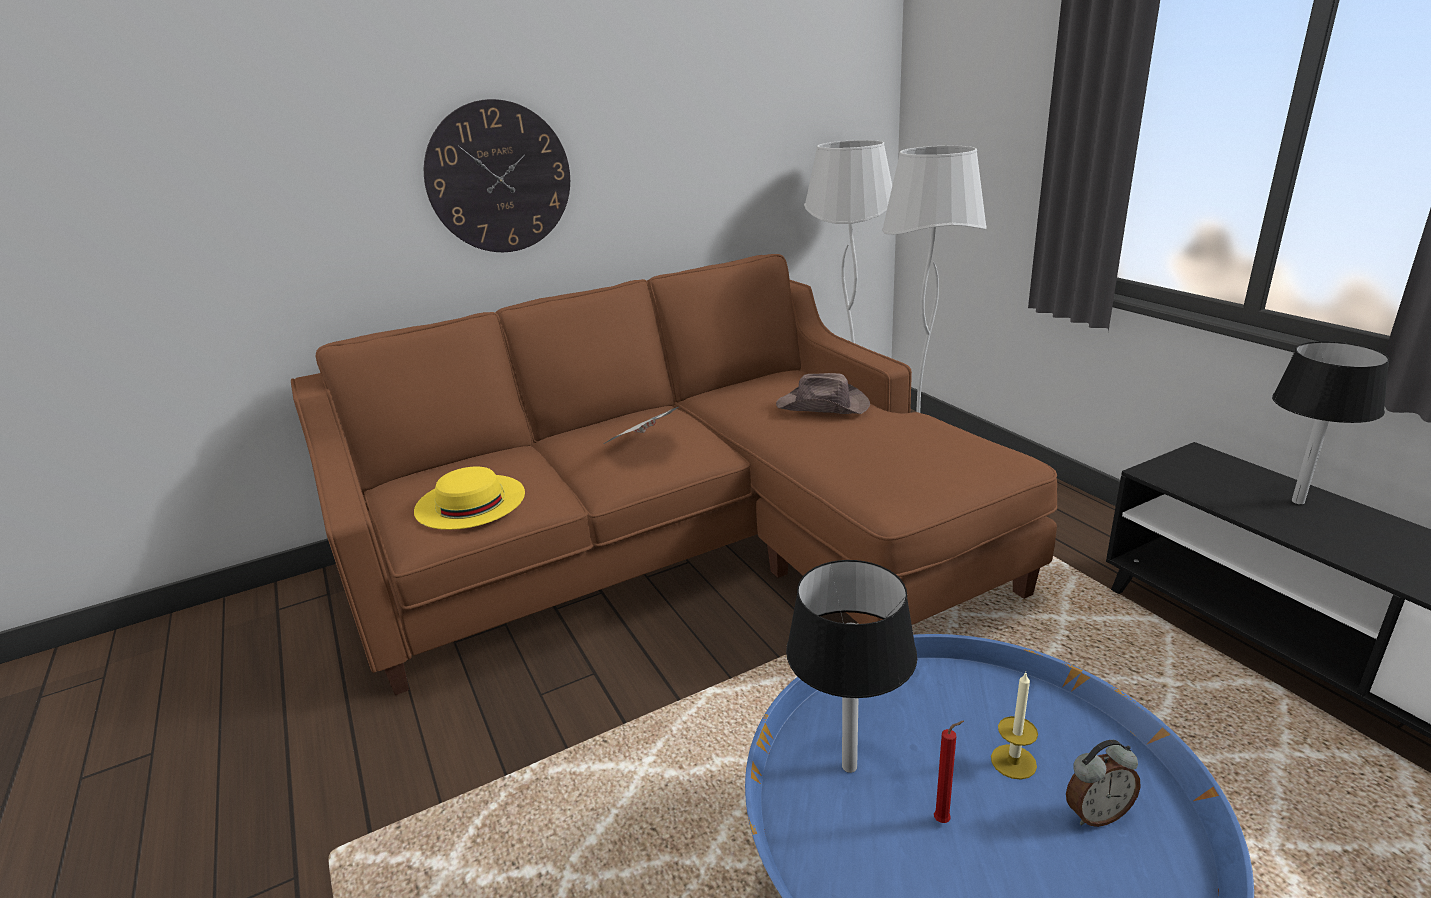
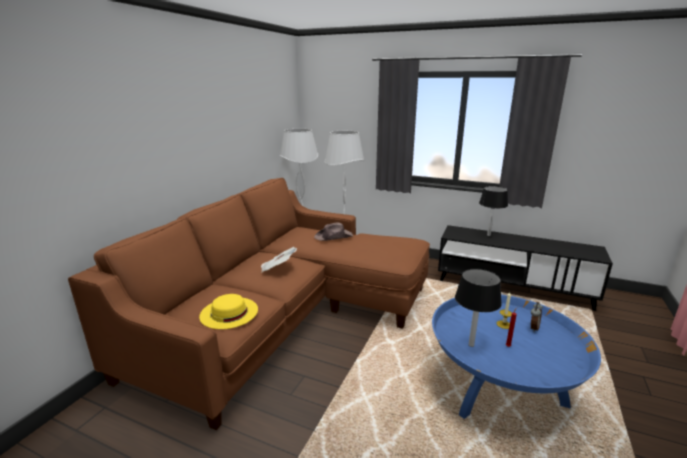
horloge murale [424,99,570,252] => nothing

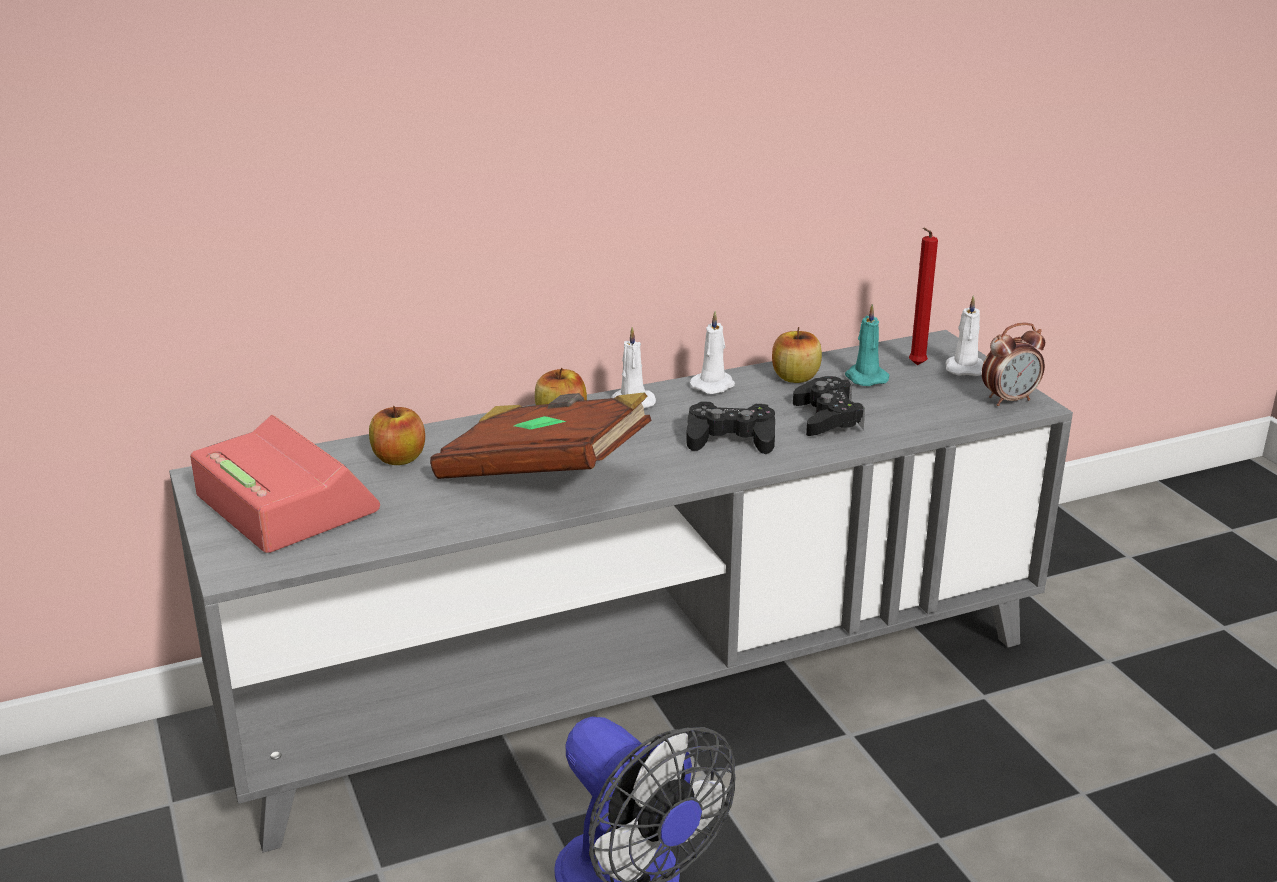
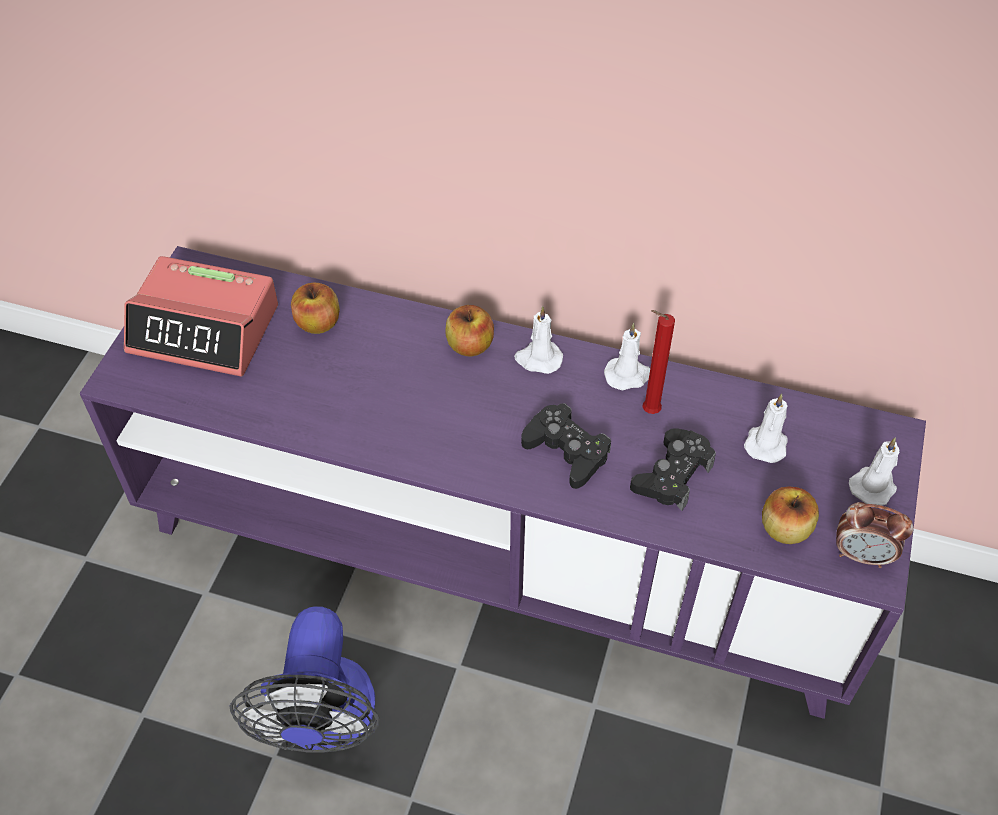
meuble télé [gris] [169,330,1073,853] => meuble télé [violet] [80,246,926,719]
réveil [190,415,380,553] => réveil [124,256,278,377], 105 degrees clockwise
bougie [rouge] [909,227,938,365] => bougie [rouge] [642,310,675,414], relocated
bougie [turquoise] [845,304,889,386] => bougie [blanc] [744,394,788,463]
pomme [772,327,822,383] => pomme [762,487,819,544], relocated
livre [marron] [430,392,652,479] => nothing

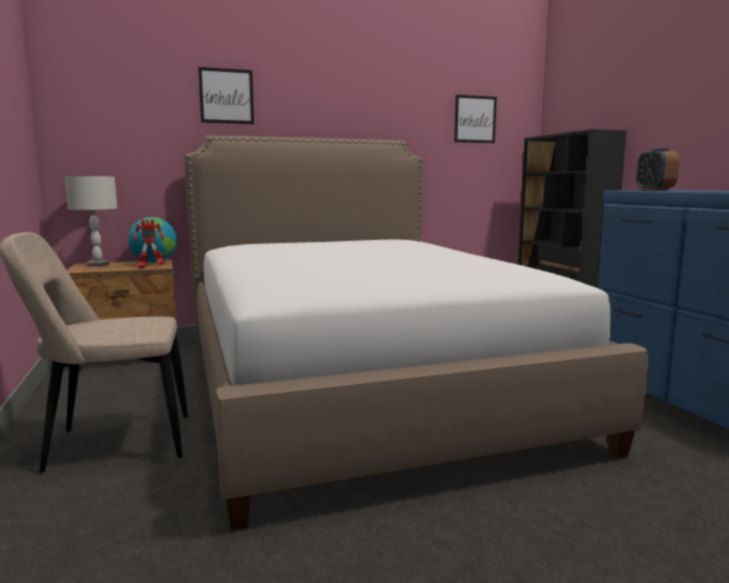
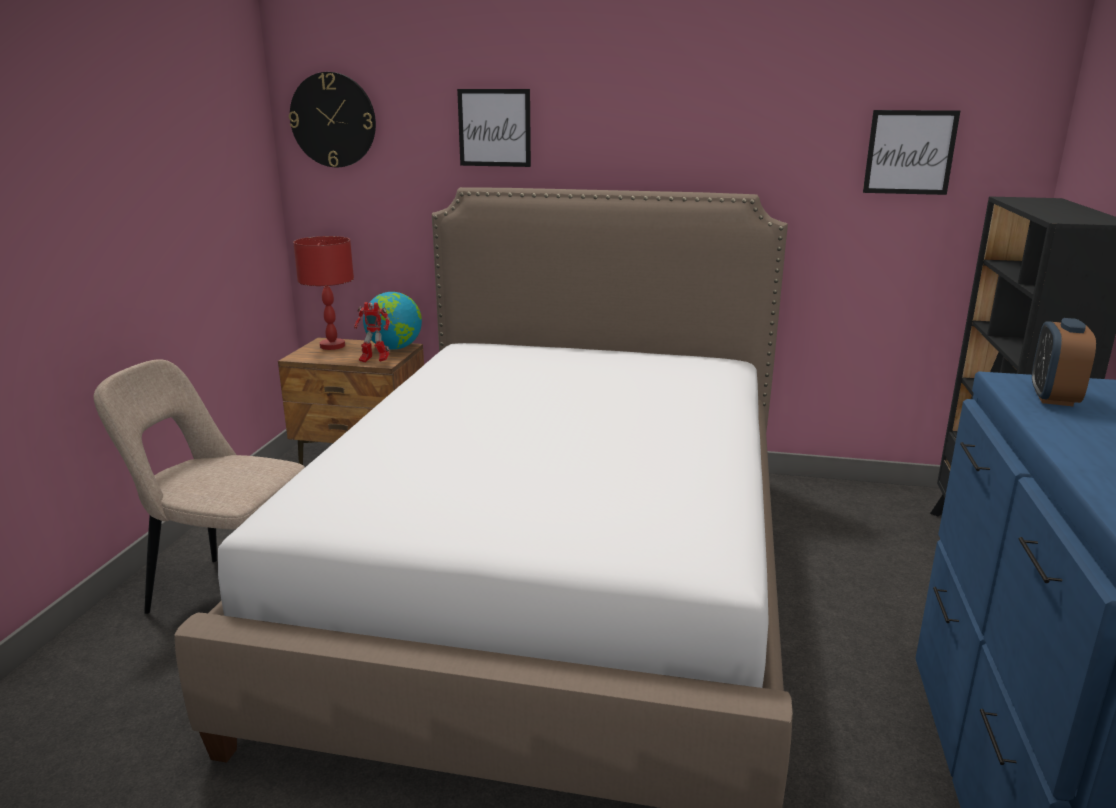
nothing => horloge murale [289,72,376,167]
lampe de table [gris] [65,176,117,267] => lampe de table [rouge] [293,236,354,350]

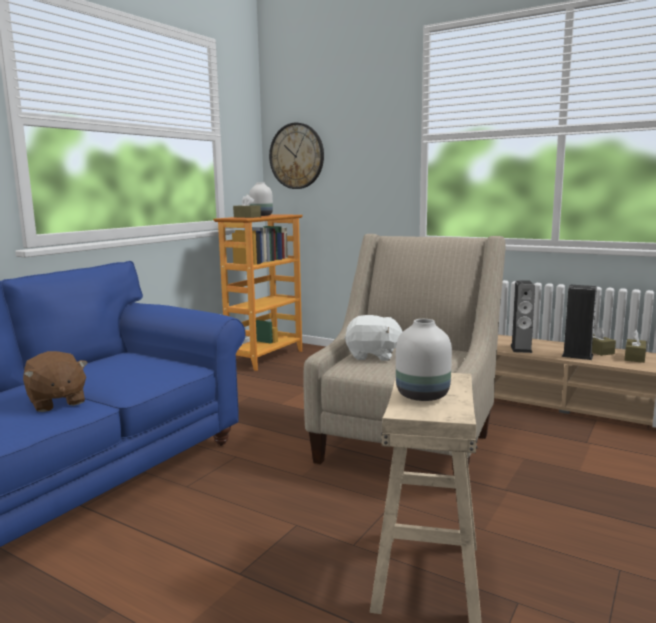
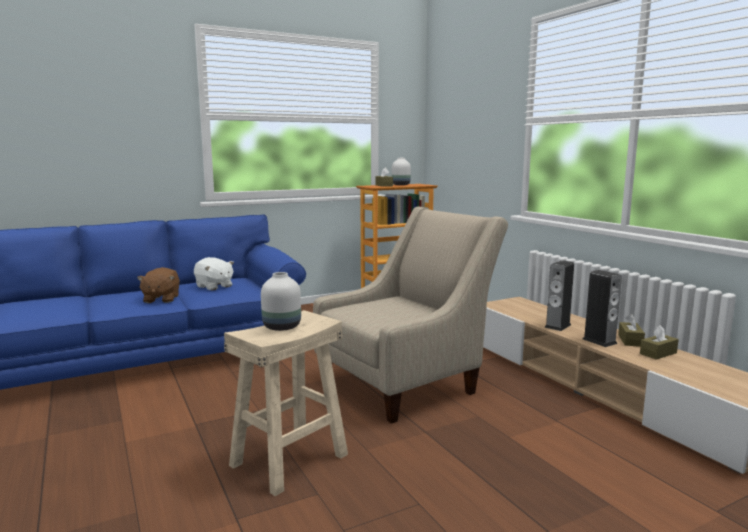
peluche [blanc] [344,315,403,361] => peluche [blanc] [194,257,234,291], relocated
horloge murale [269,123,324,189] => nothing

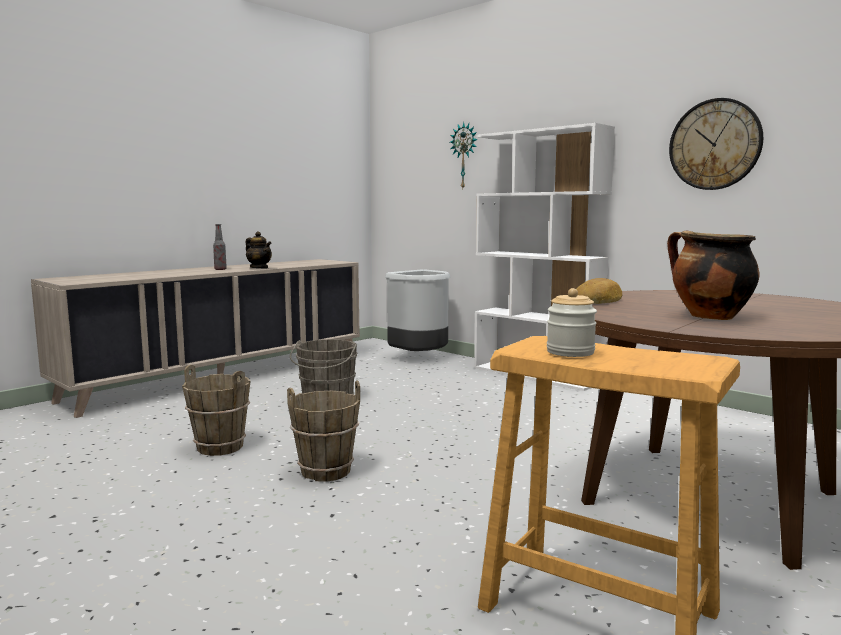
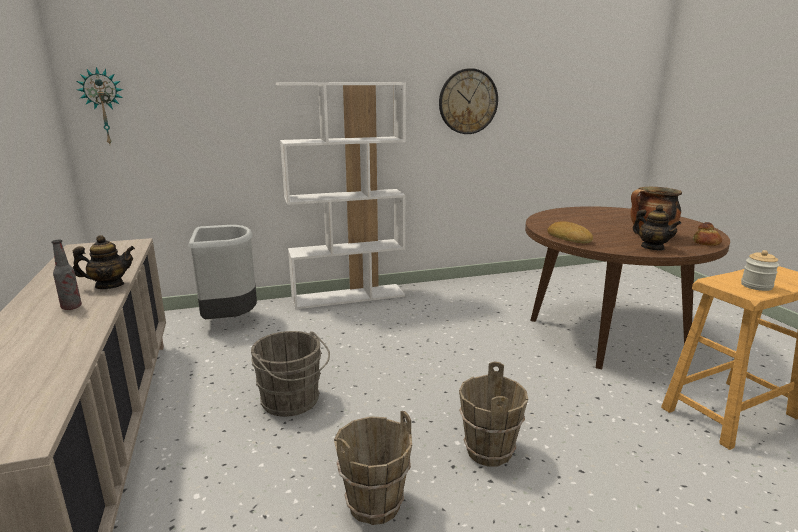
horloge murale [450,122,478,188] => horloge murale [77,67,123,144], relocated
nothing => théière [633,205,681,250]
nothing => pain [693,222,722,246]

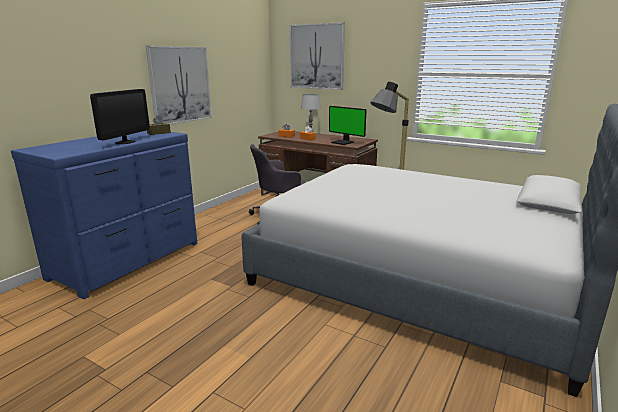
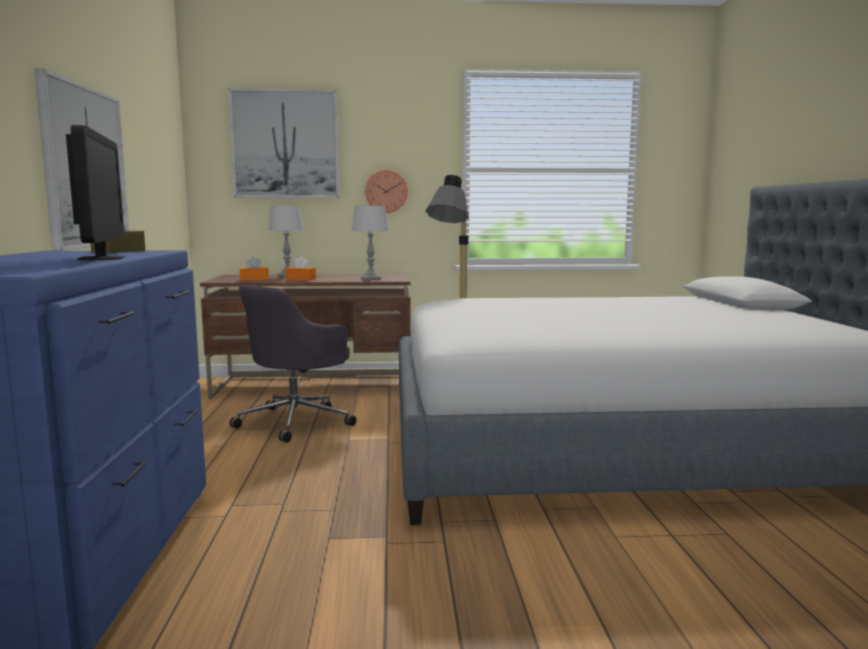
écran d'ordinateur [329,106,367,145] => lampe de table [gris] [352,206,389,280]
nothing => horloge murale [365,170,408,213]

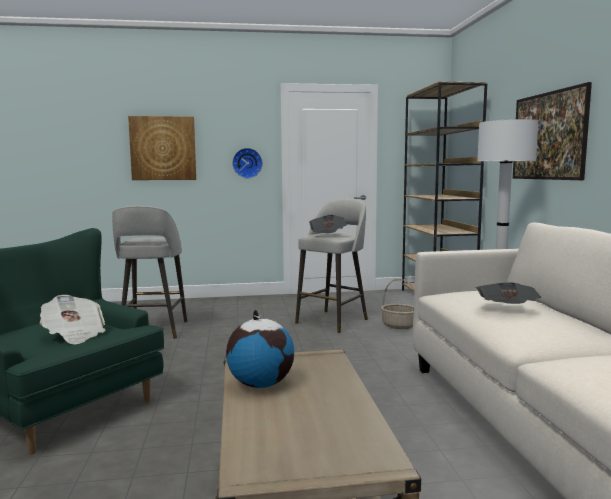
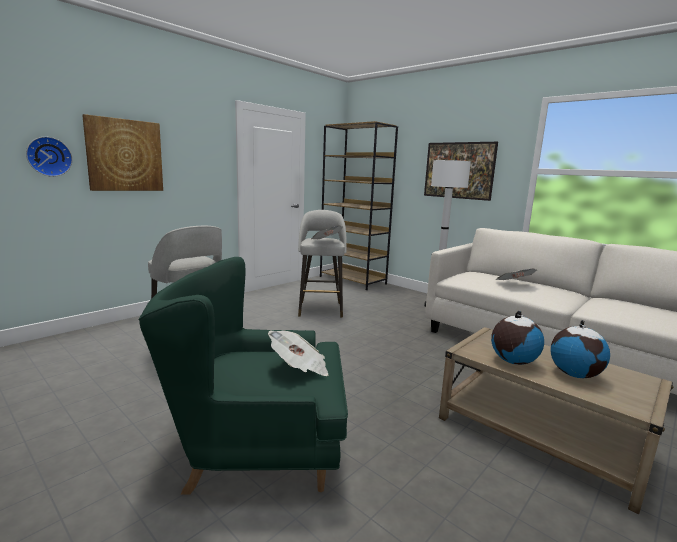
horloge murale [232,148,263,179] => horloge murale [26,137,73,177], relocated
nothing => globe [550,320,610,378]
panier [381,279,414,329] => nothing

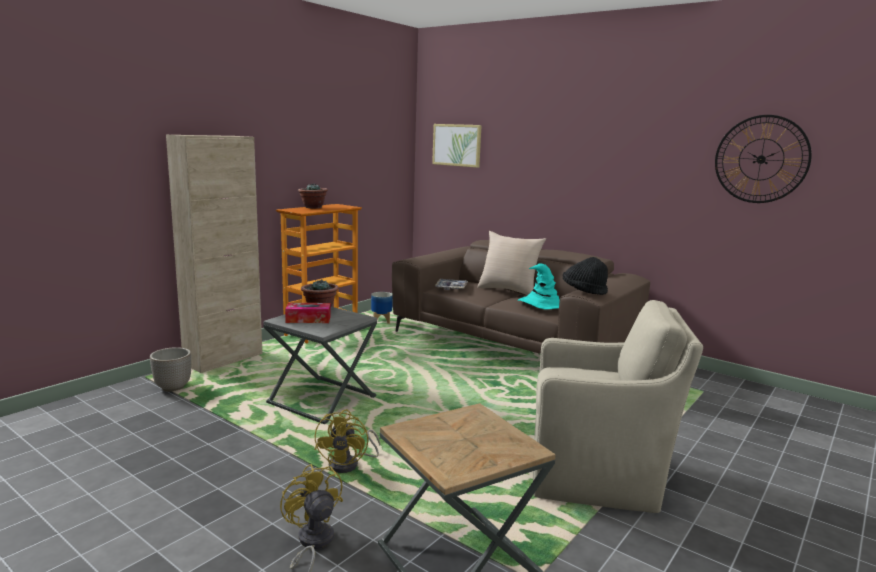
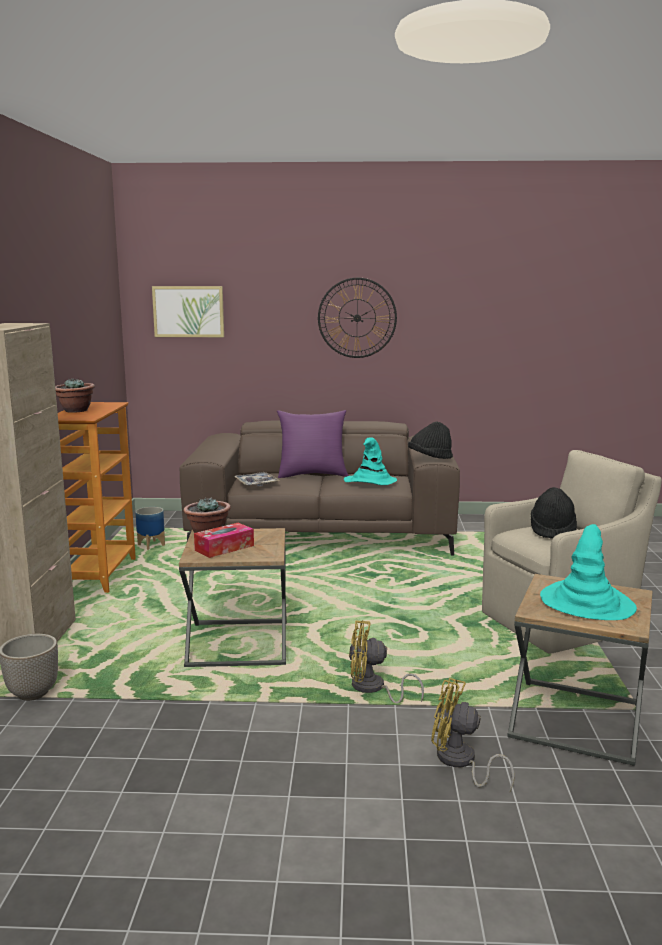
table d'appoint [gris] [263,307,377,424] => table d'appoint [marron] [179,528,287,667]
coussin [beige] [477,231,546,295] => coussin [violet] [277,410,349,478]
horloge murale [715,115,812,203] => horloge murale [318,278,397,358], relocated
ventilateur [jaune] [314,409,380,473] => ventilateur [jaune] [349,620,424,703], 120 degrees clockwise
nothing => chapeau [noir] [531,487,577,539]
nothing => chapeau [turquoise] [540,524,637,620]

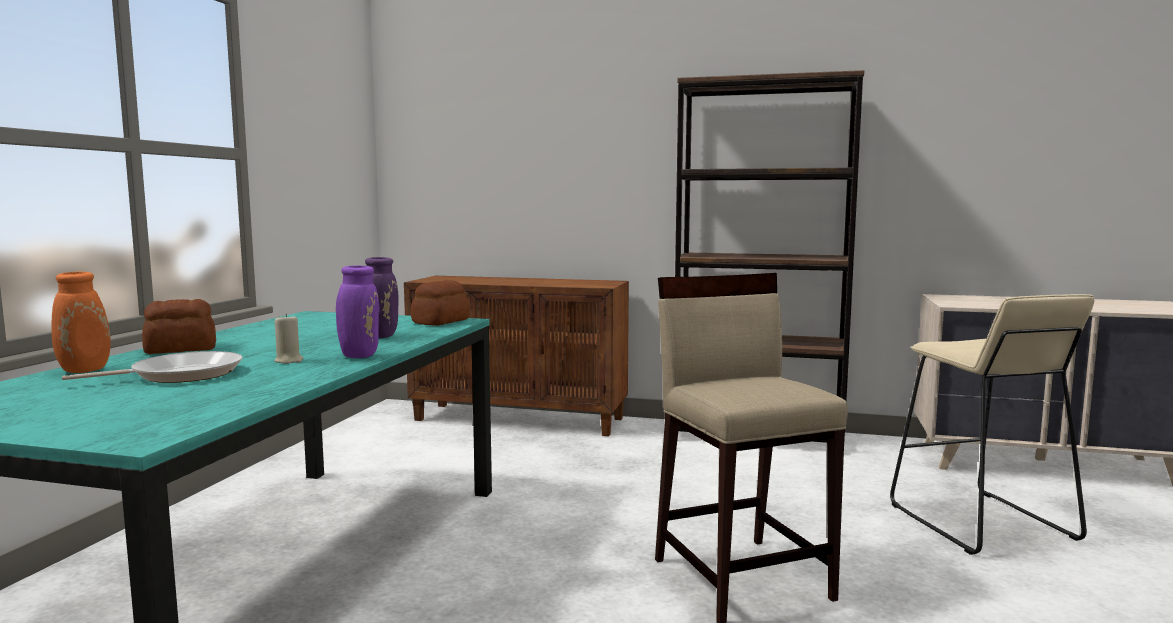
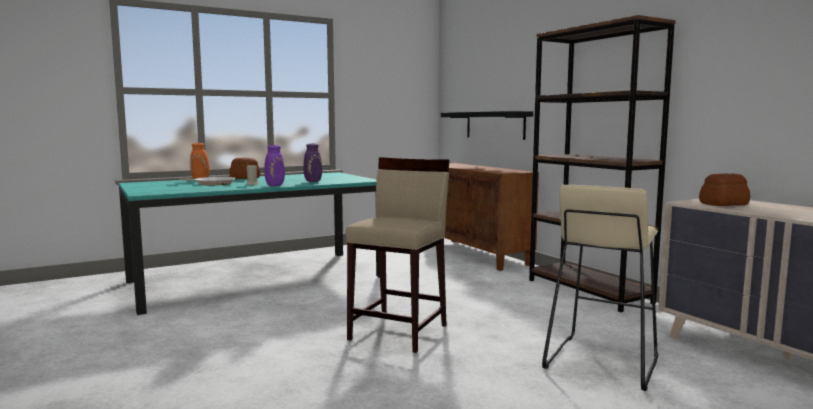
nothing => étagère [noir] [441,111,533,140]
pain [411,280,470,325] => pain [699,173,750,206], relocated

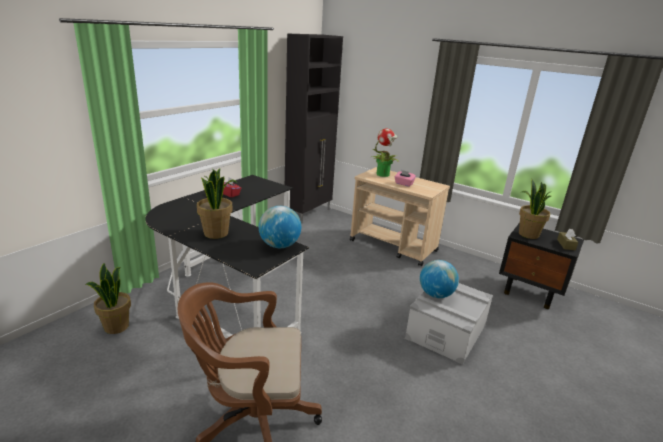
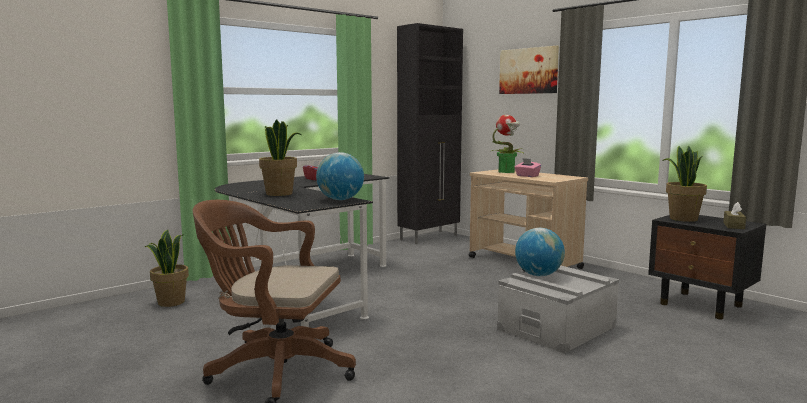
nothing => tableau [499,46,559,94]

